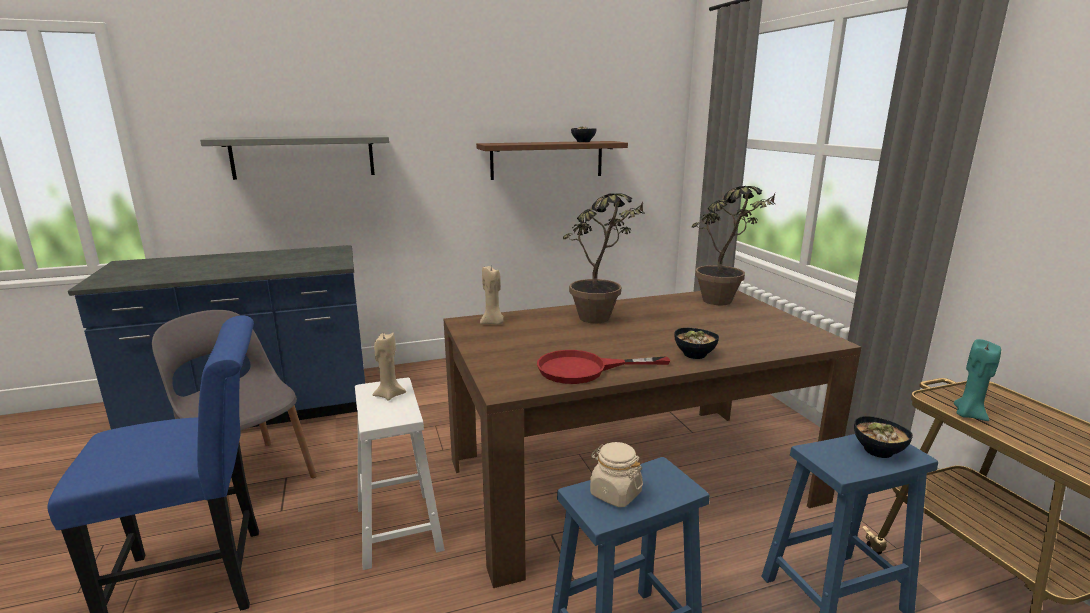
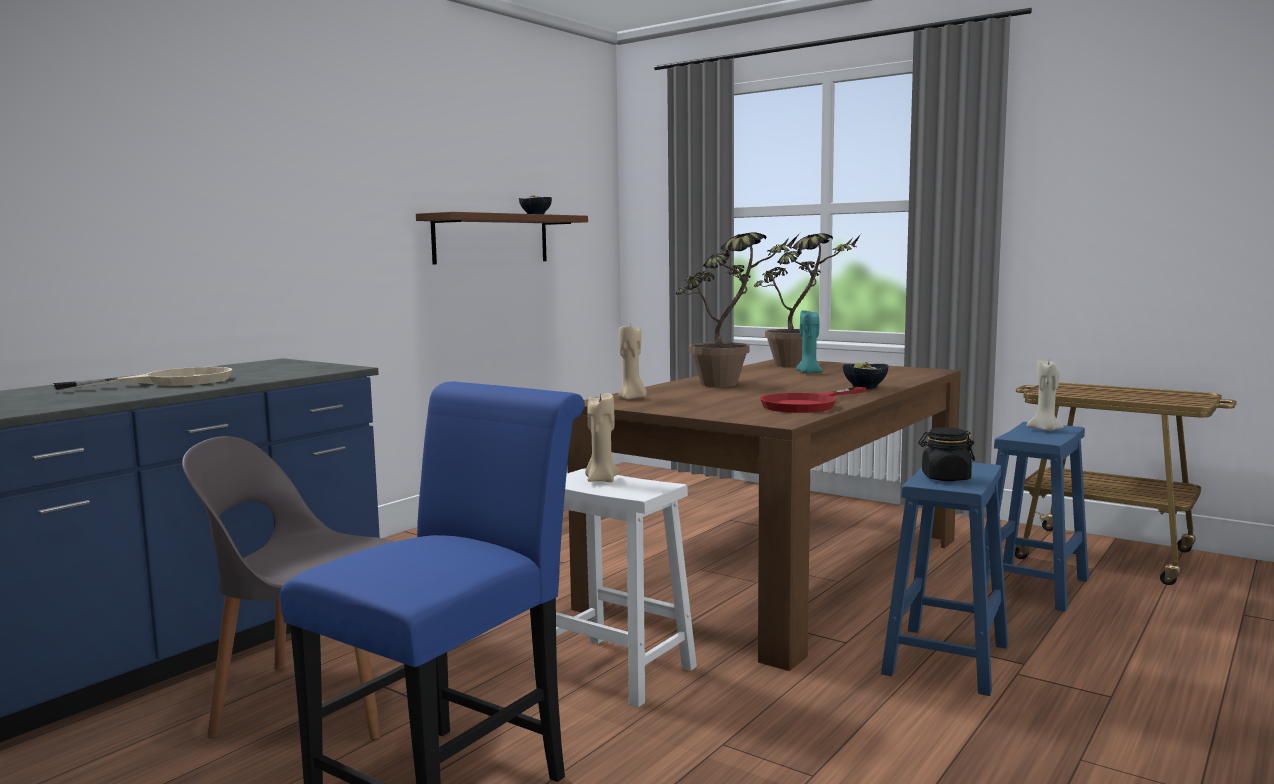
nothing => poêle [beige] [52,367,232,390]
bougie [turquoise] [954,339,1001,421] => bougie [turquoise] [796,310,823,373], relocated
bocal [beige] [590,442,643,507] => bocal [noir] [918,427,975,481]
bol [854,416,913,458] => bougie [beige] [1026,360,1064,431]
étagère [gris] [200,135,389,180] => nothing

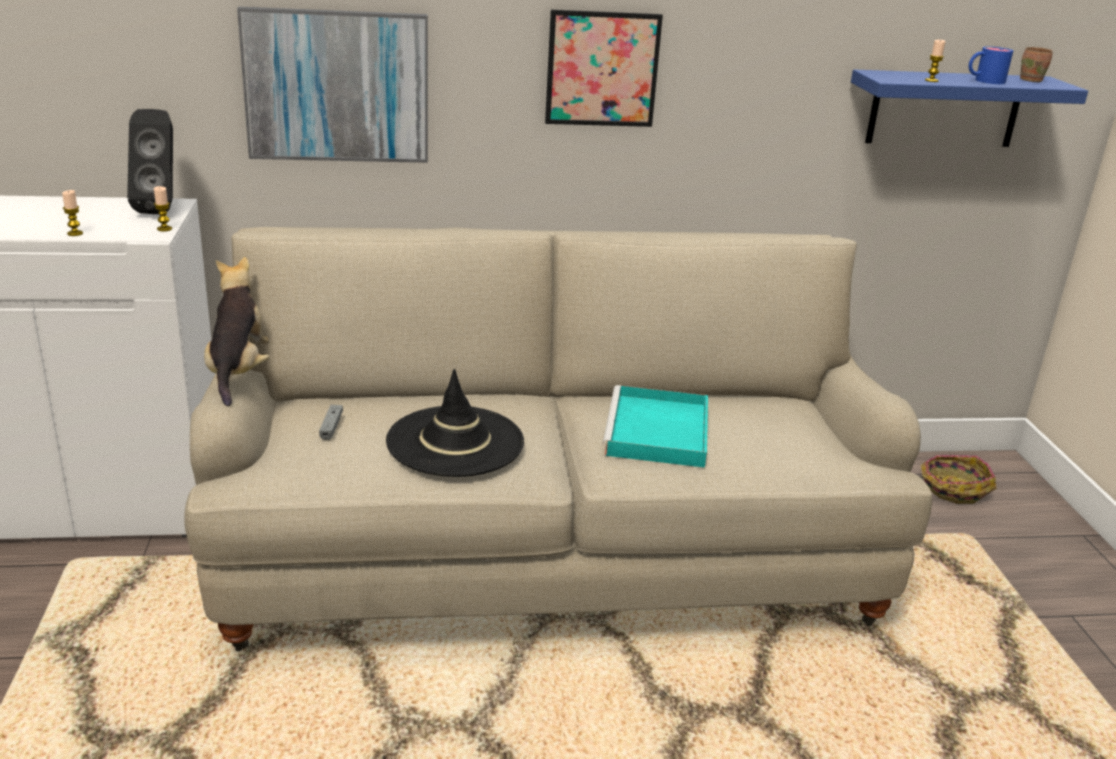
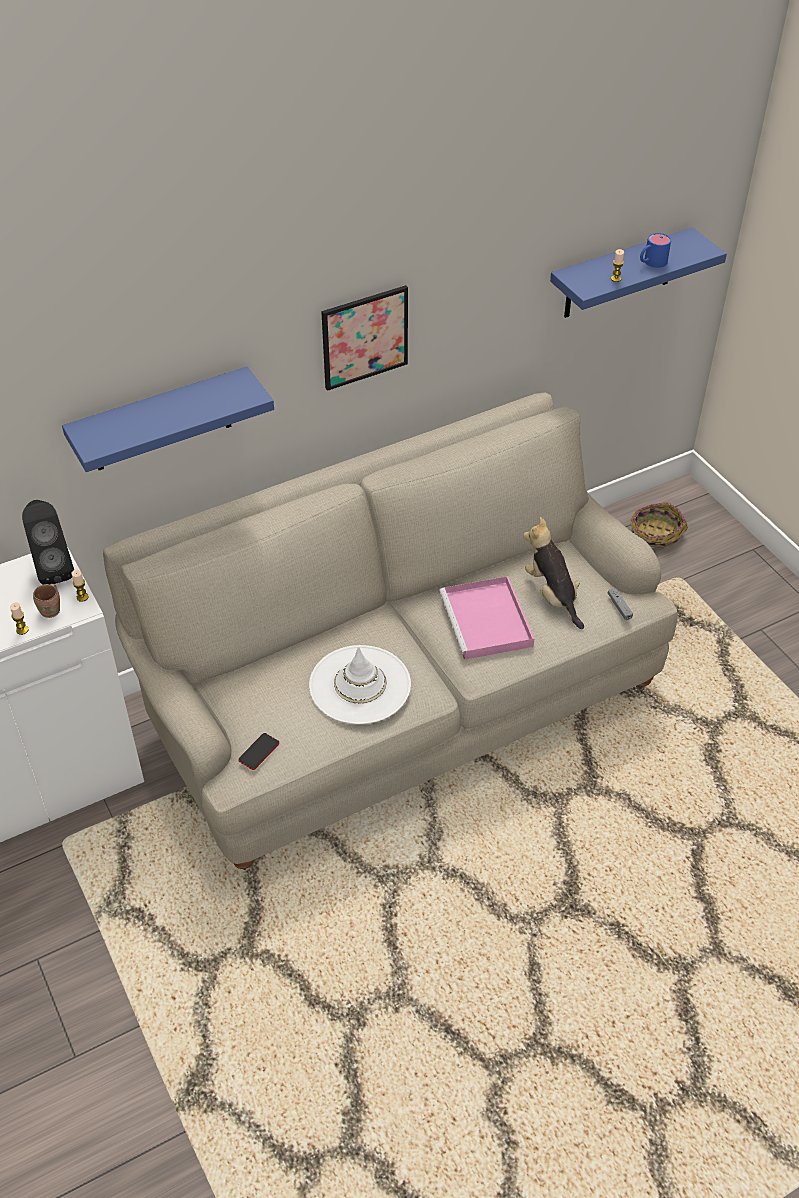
mug [marron] [1020,47,1053,82] => mug [marron] [33,584,60,618], relocated
tableau [237,7,428,163] => étagère [bleu] [62,366,274,472]
nothing => téléphone [238,733,279,770]
chapeau [noir] [386,369,524,477] => chapeau [blanc] [309,645,411,724]
plateau [turquoise] [602,385,708,468] => plateau [rose] [439,576,534,660]
peluche [204,257,270,406] => peluche [523,517,584,629], relocated
manette [gris] [319,405,343,440] => manette [gris] [608,588,633,620], relocated

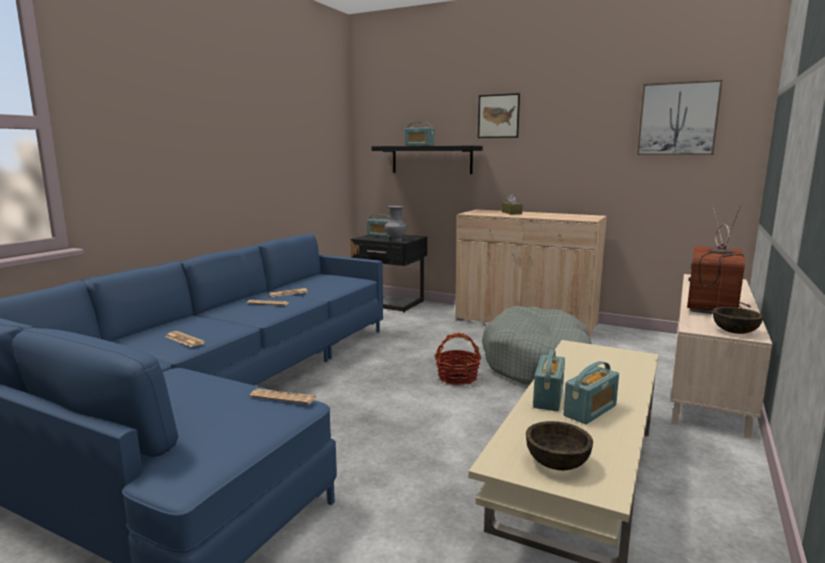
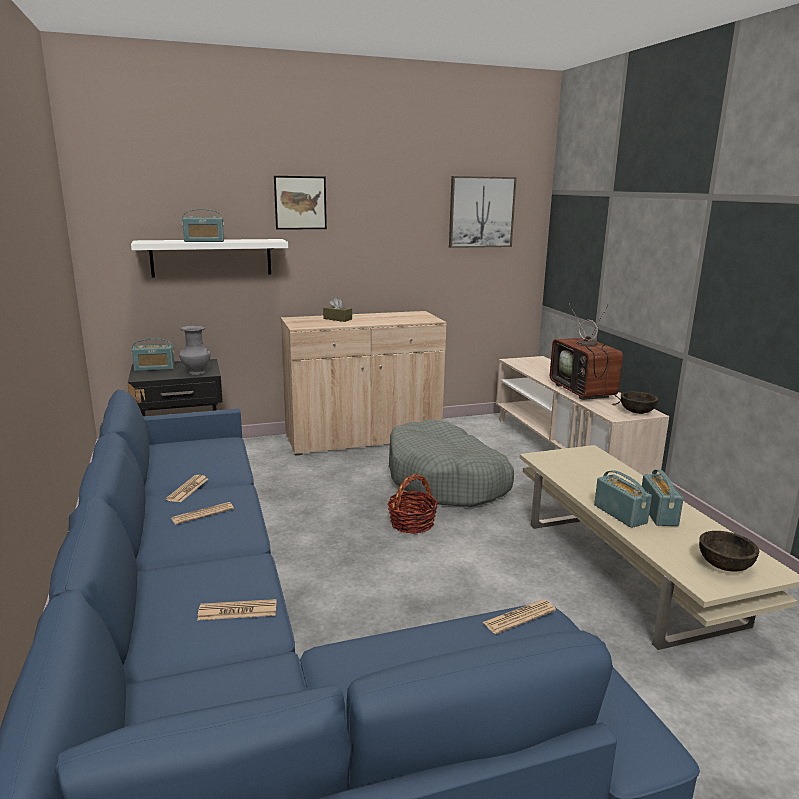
étagère [noir] [372,146,483,174] => étagère [blanc] [131,239,288,277]

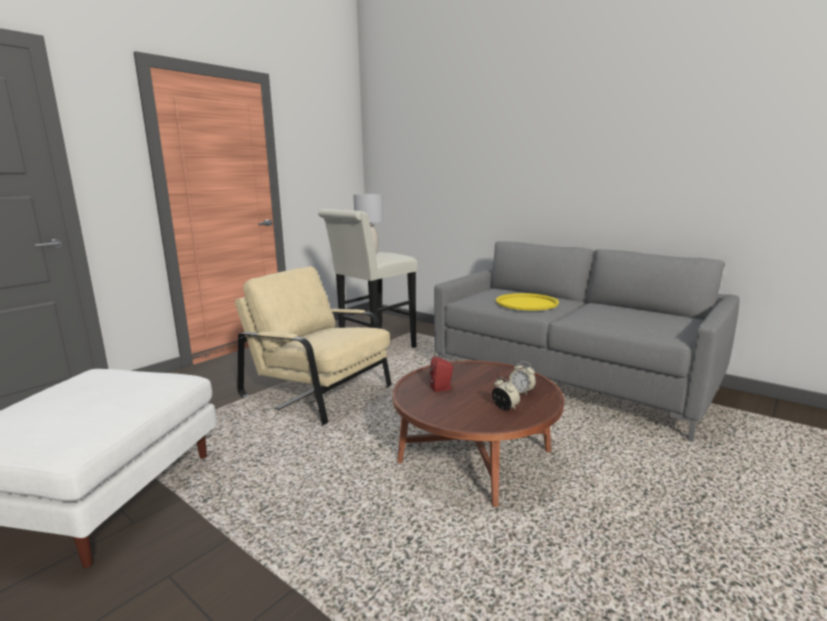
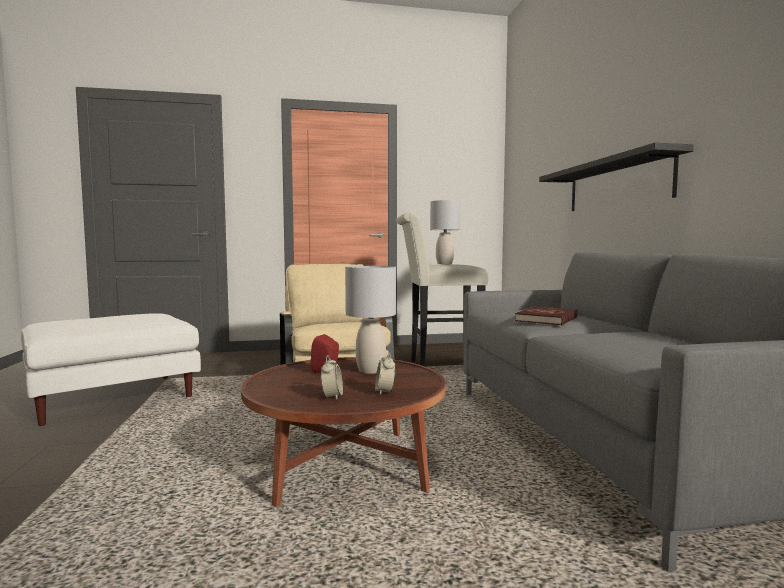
nothing => lampe de table [gris] [345,266,396,374]
plateau [jaune] [496,293,559,311] => livre [rouge] [515,307,578,325]
nothing => étagère [noir] [539,143,693,211]

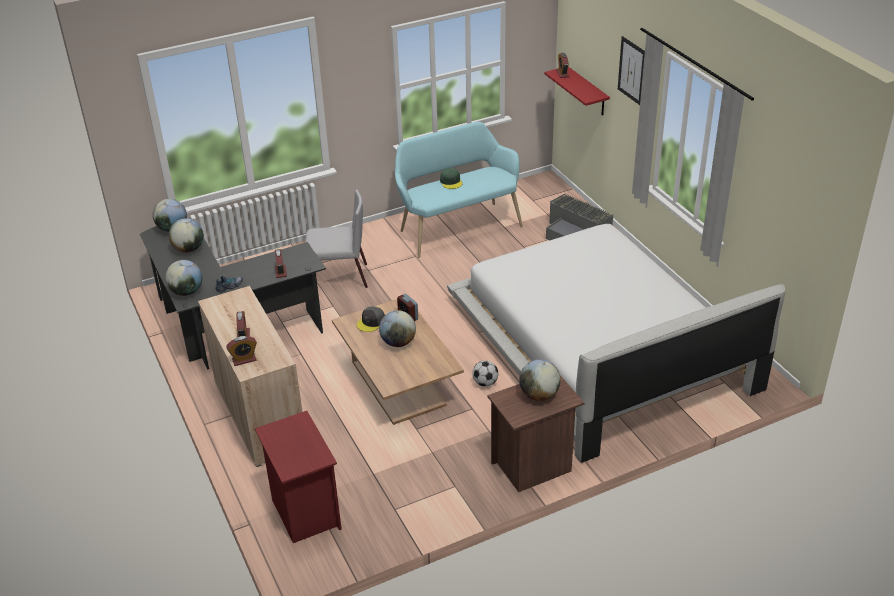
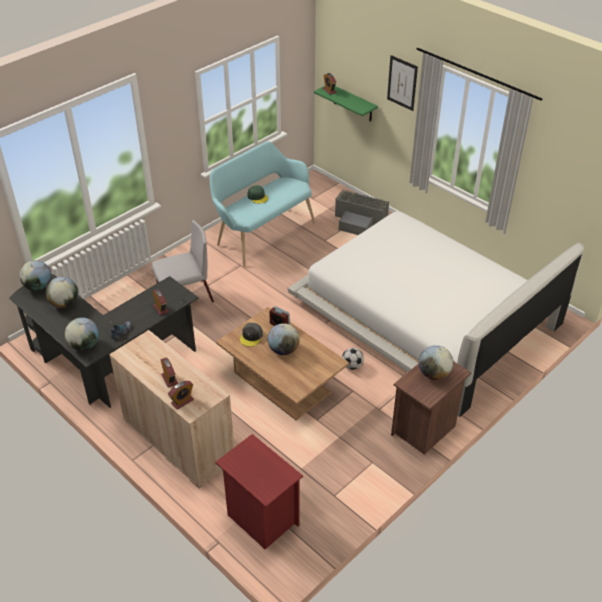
étagère [rouge] [544,67,610,116] => étagère [vert] [314,86,378,122]

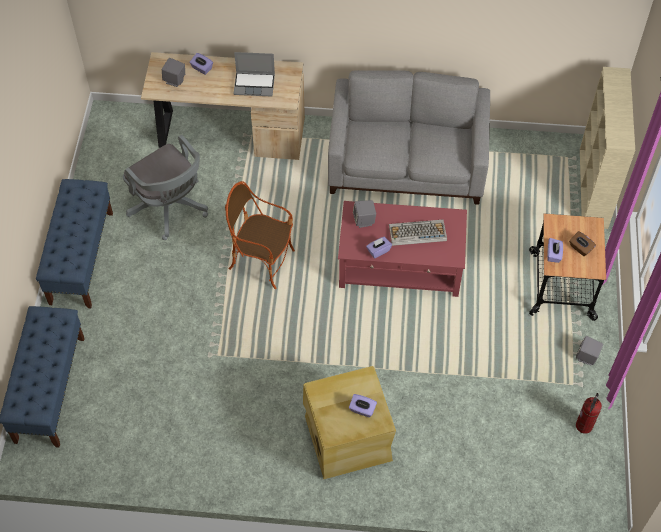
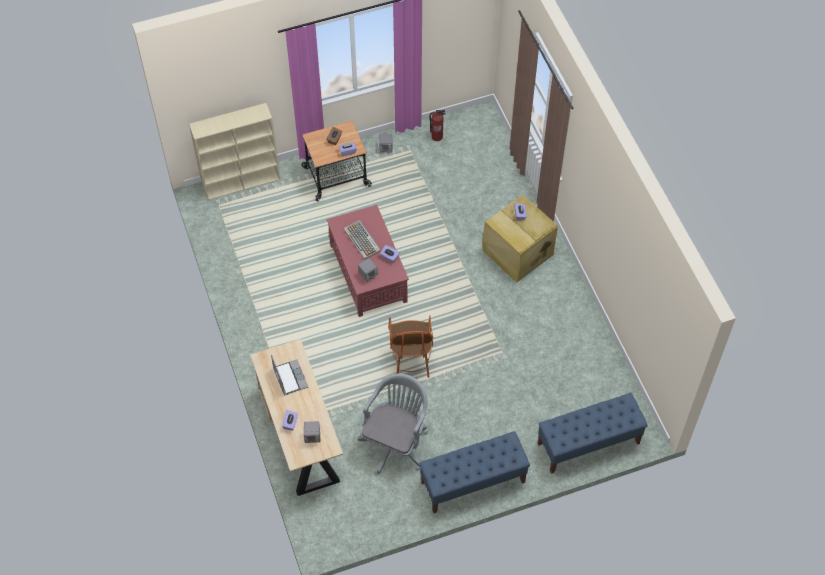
canapé [gris] [328,70,490,205] => nothing

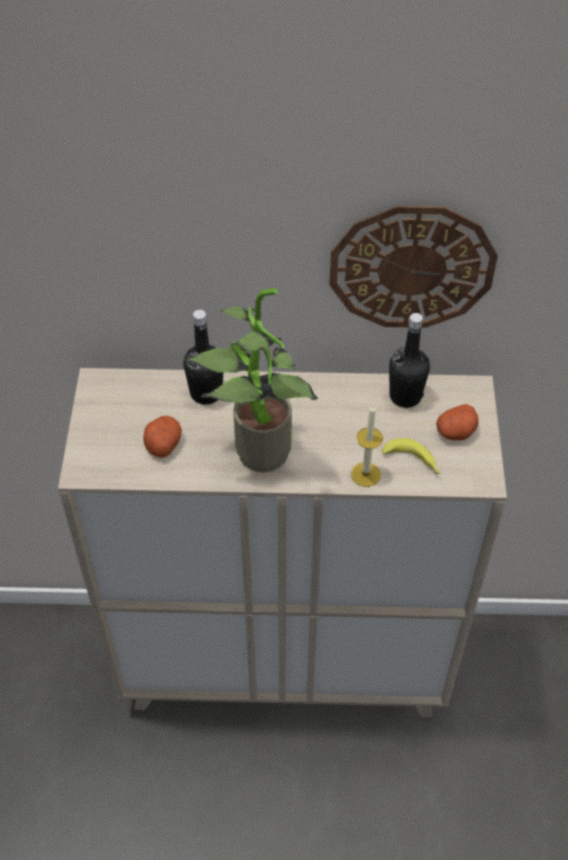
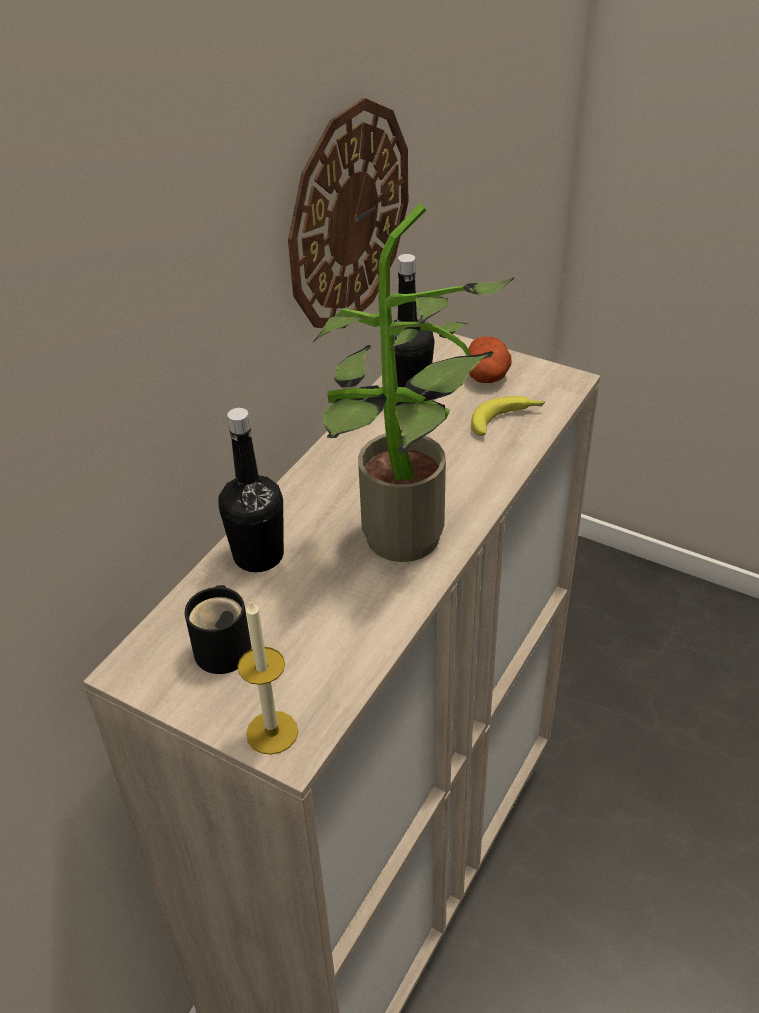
nothing => mug [noir] [185,585,252,674]
bougie [351,405,383,487] => bougie [238,601,298,755], relocated
pomme de terre [143,416,182,458] => nothing

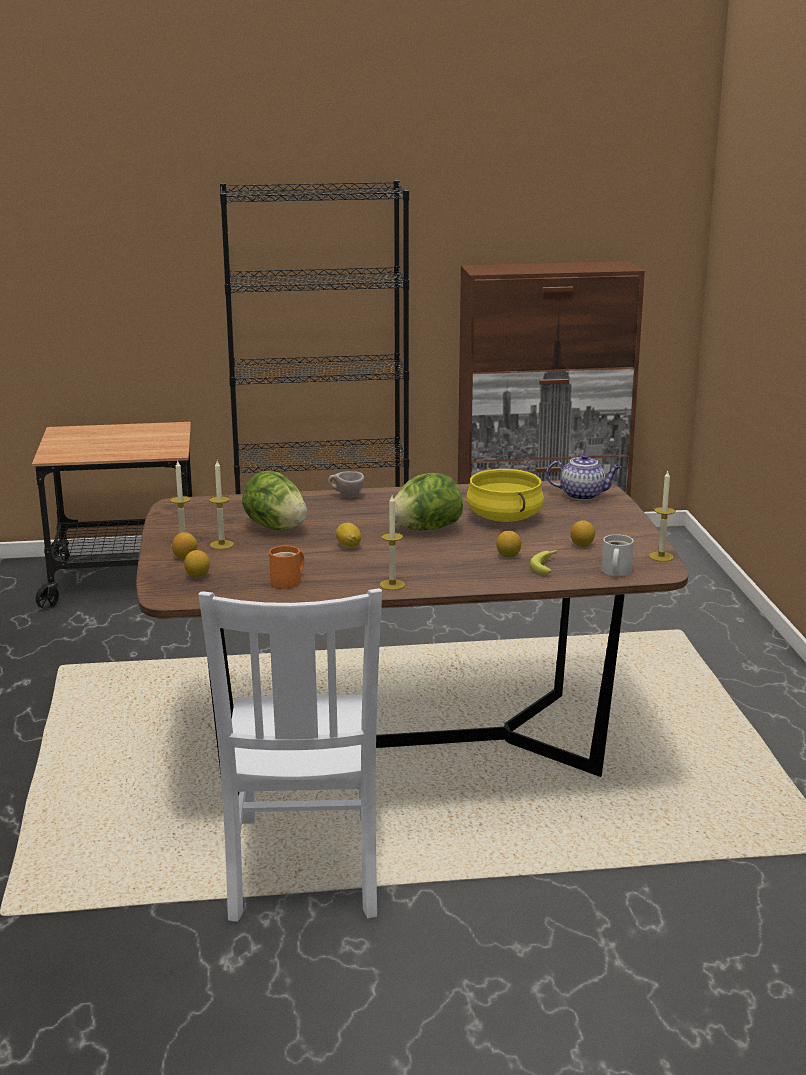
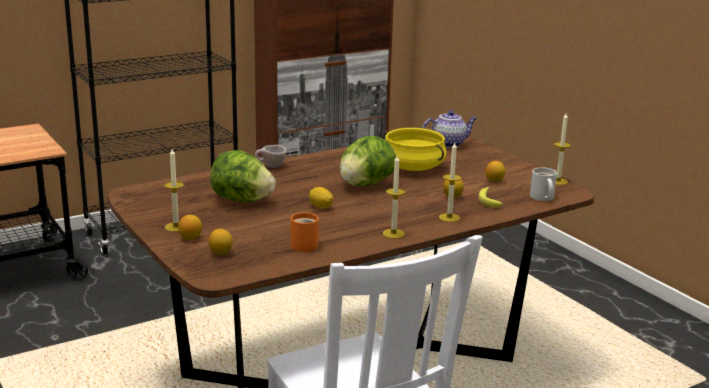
bougie [209,461,234,549] => bougie [439,143,462,222], relocated

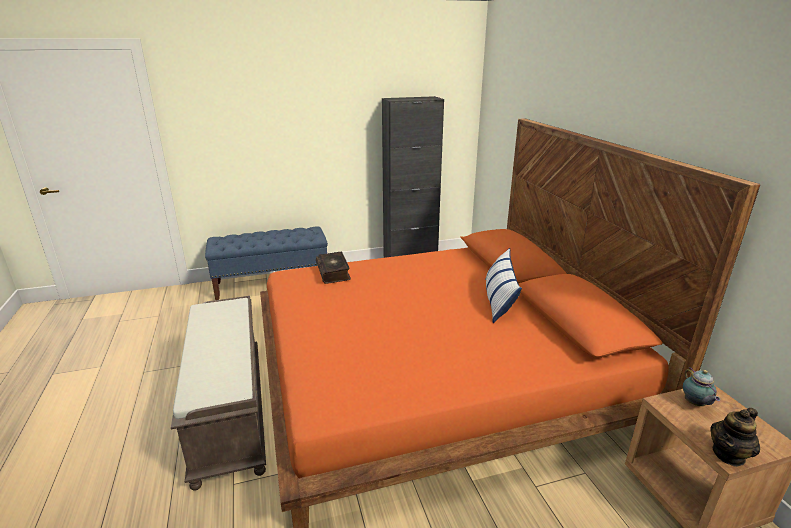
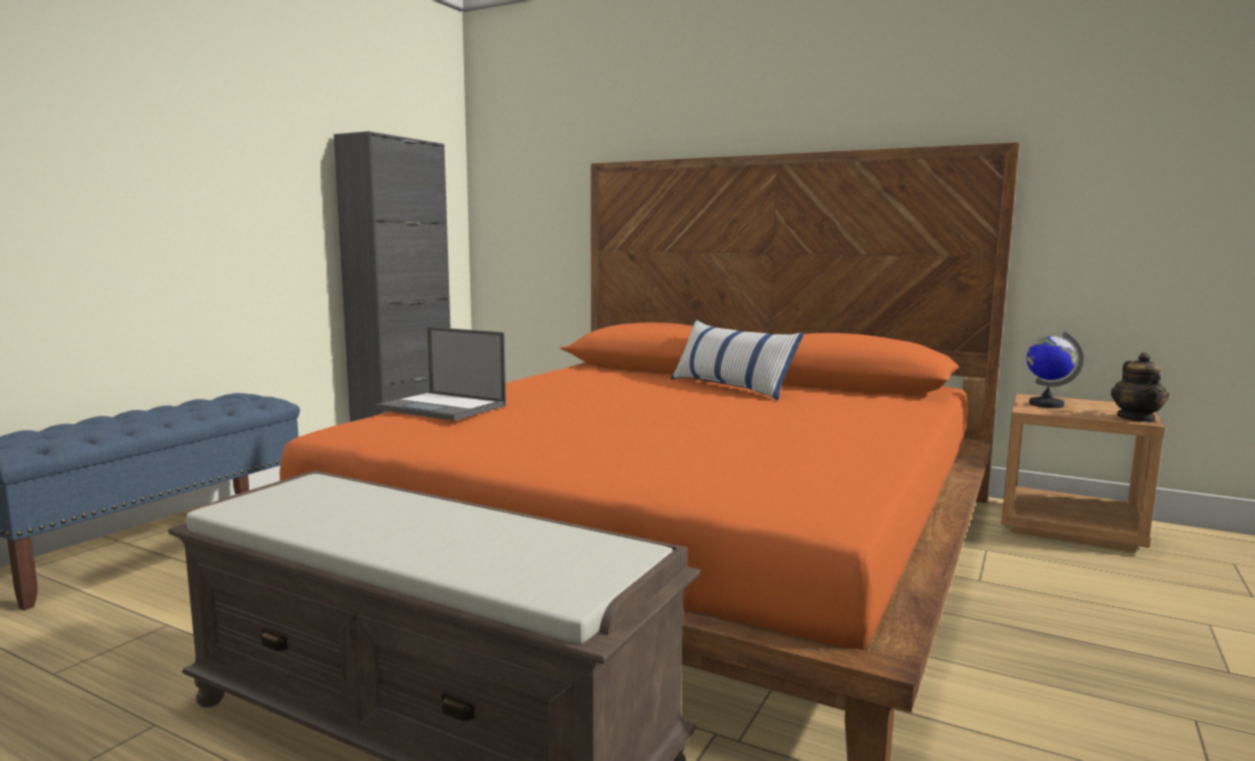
livre [316,252,351,284] => ordinateur portable [375,327,506,421]
théière [683,368,720,406] => globe [1027,331,1084,408]

